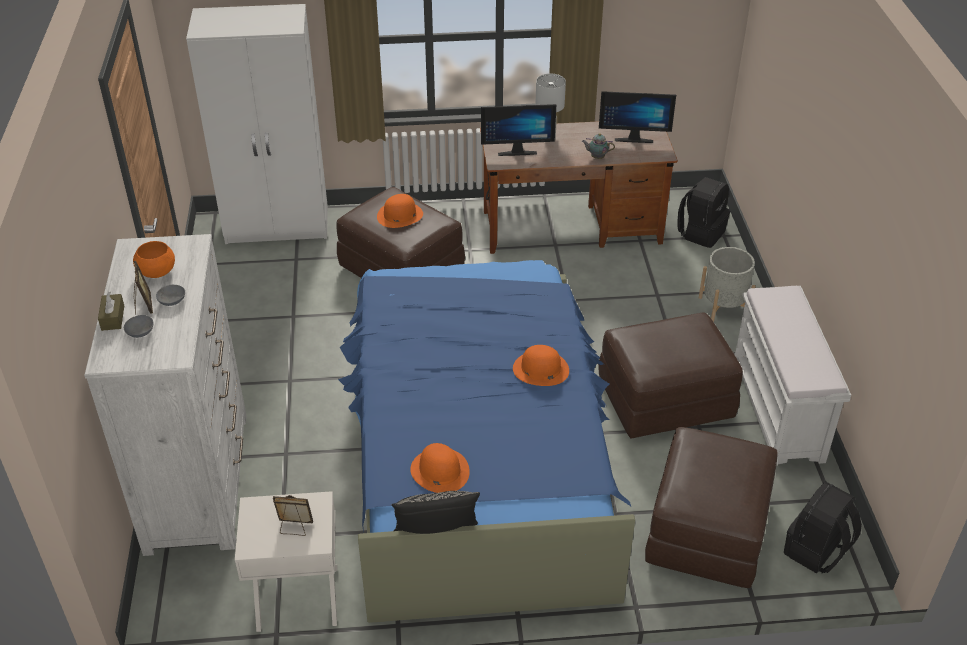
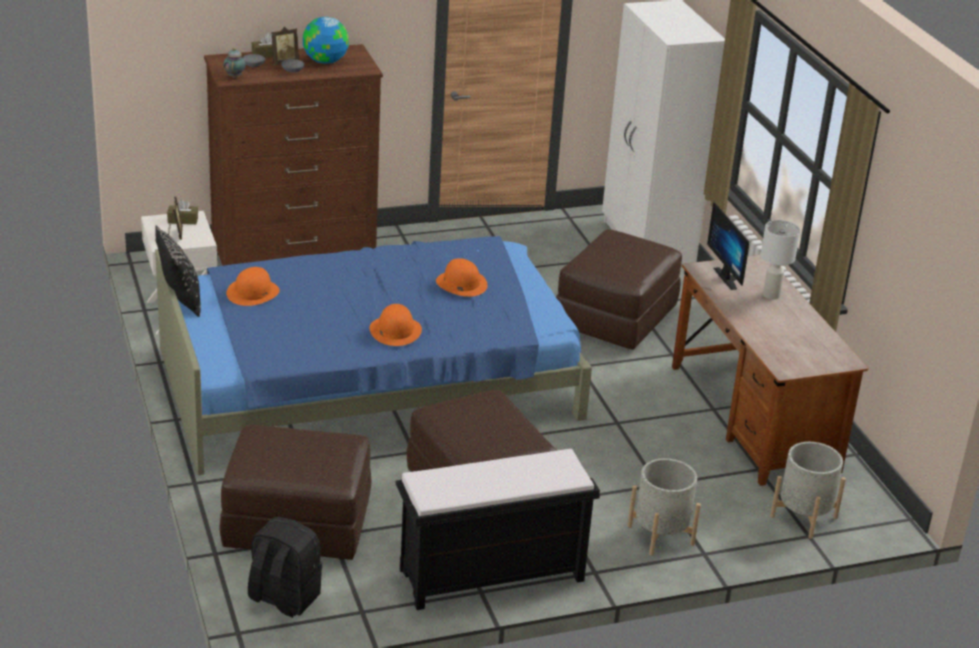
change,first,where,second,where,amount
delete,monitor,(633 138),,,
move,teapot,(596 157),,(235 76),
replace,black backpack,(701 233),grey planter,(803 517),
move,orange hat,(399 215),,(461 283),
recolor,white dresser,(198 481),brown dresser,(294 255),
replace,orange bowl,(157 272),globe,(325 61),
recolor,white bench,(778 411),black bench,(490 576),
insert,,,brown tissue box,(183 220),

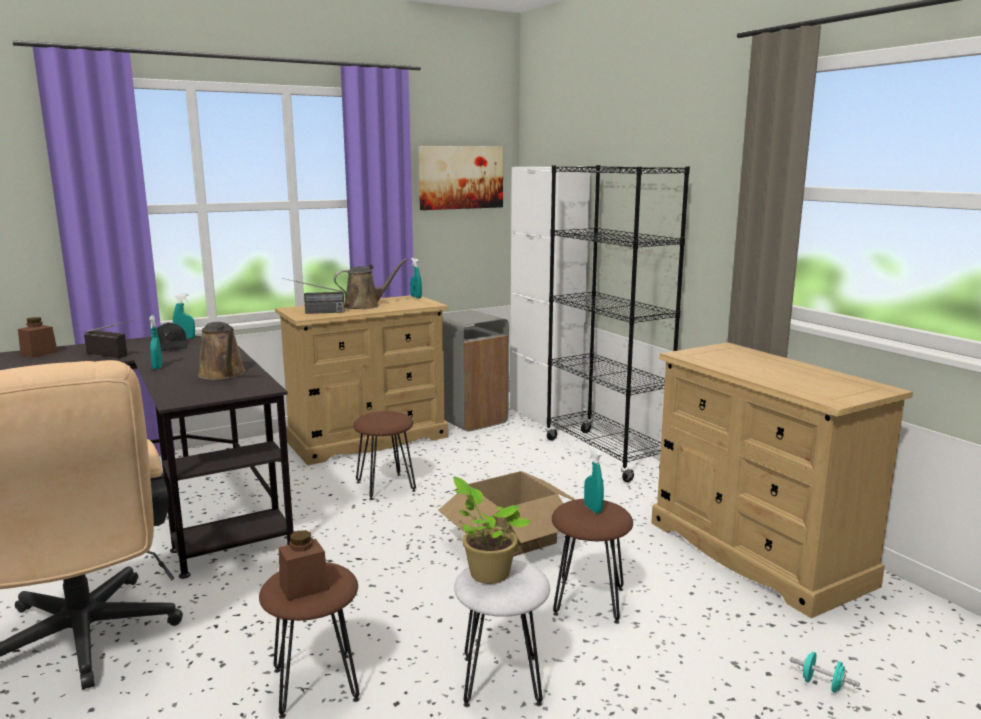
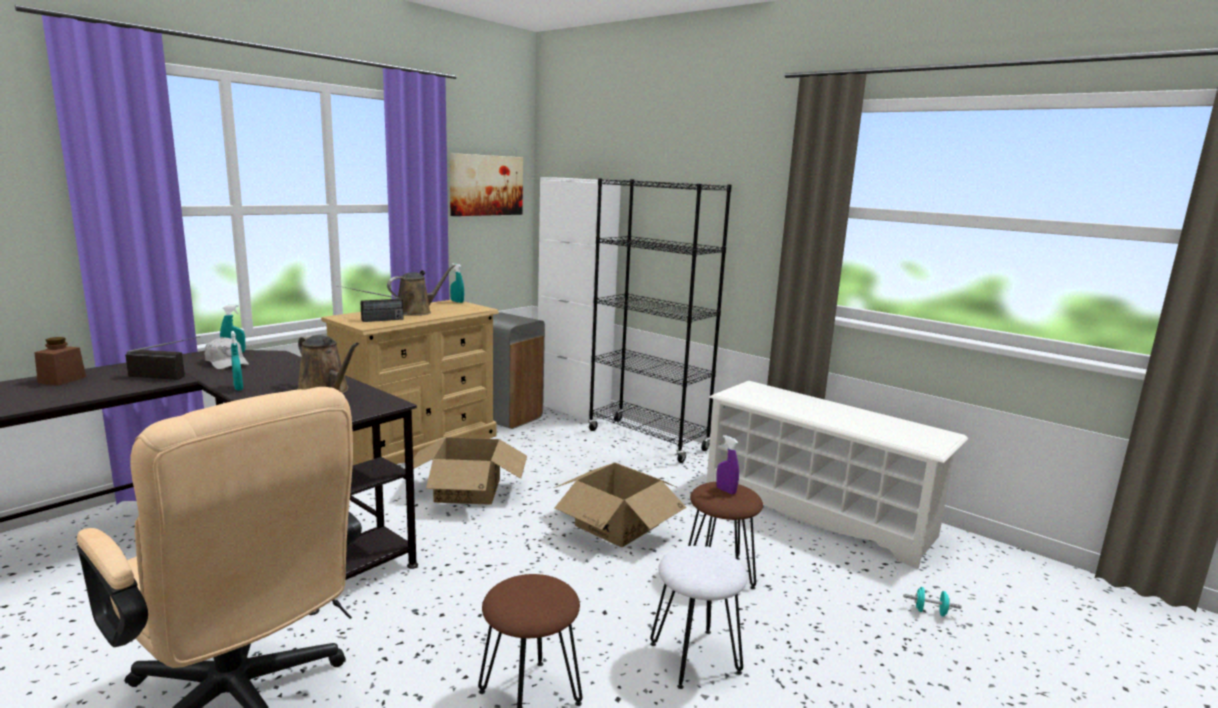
change,first,where,second,where,amount
recolor,black cap,(171 346),white cap,(227 363),
replace,beige dresser,(757 553),white shoe rack,(818 512),
replace,brown stool,(385 486),cardboard box,(467 490),
recolor,turquoise spray bottle,(593 509),purple spray bottle,(726 491),
delete,potted plant,(487 573),,,
delete,brown jar,(304 587),,,

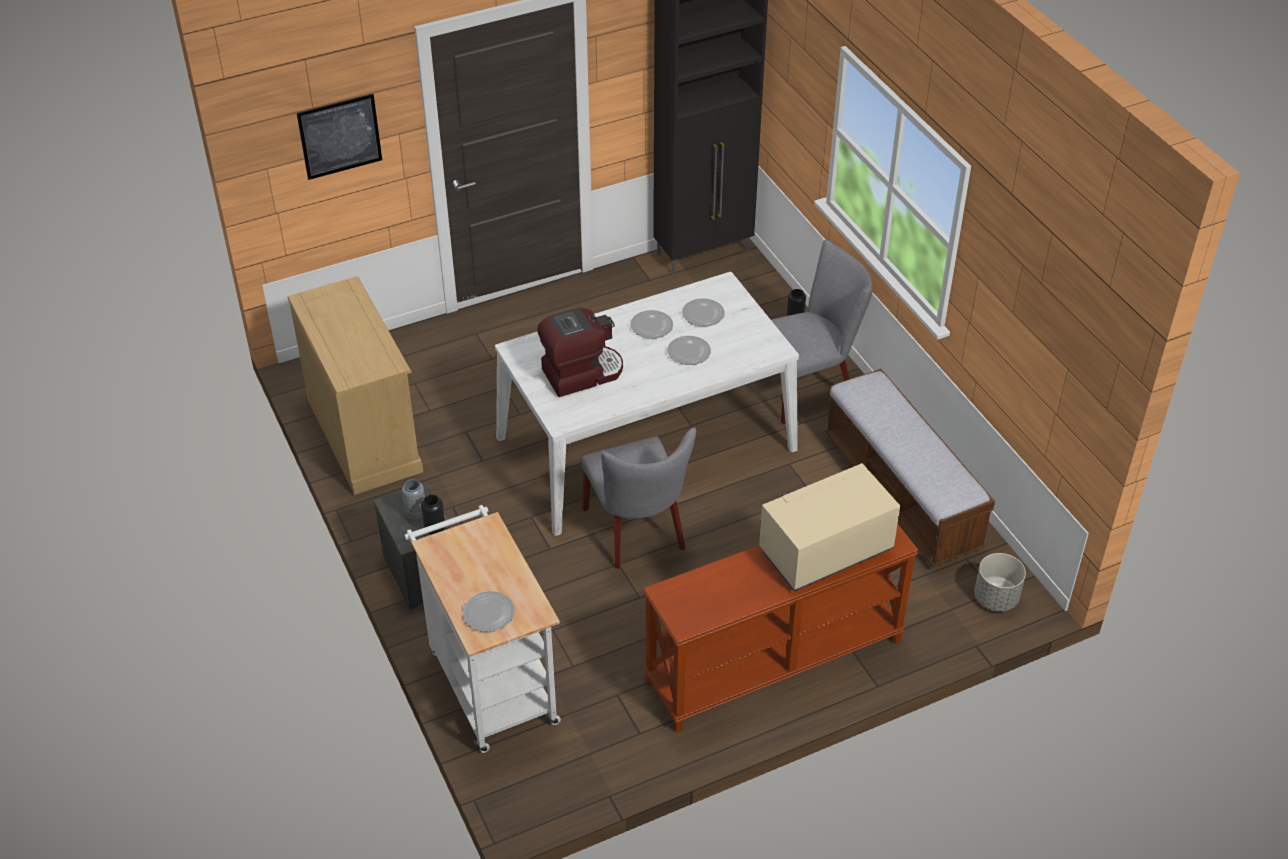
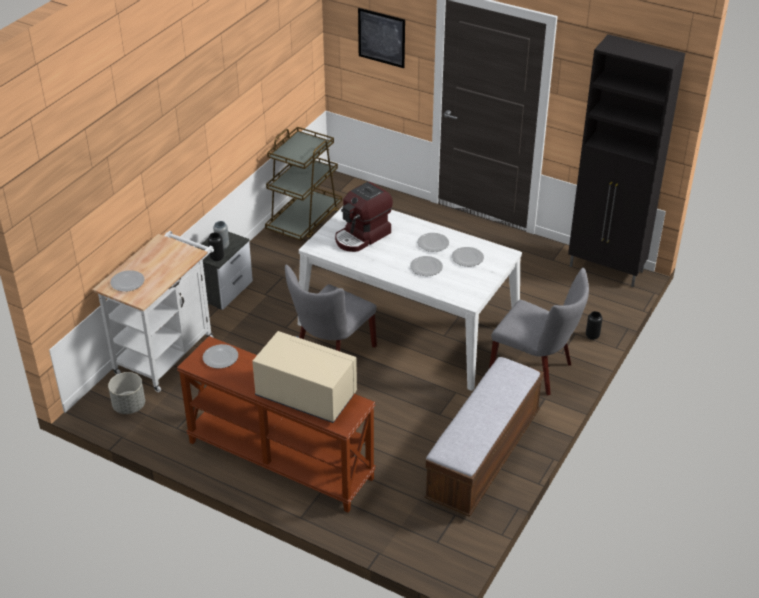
change,first,where,second,where,amount
replace,beige dresser,(364 435),brown cart,(304 221),
rotate,coffee machine,(582 373),,(362 236),105 degrees clockwise
move,grey planter,(996 598),,(129 406),
insert,,,plate,(220 358),

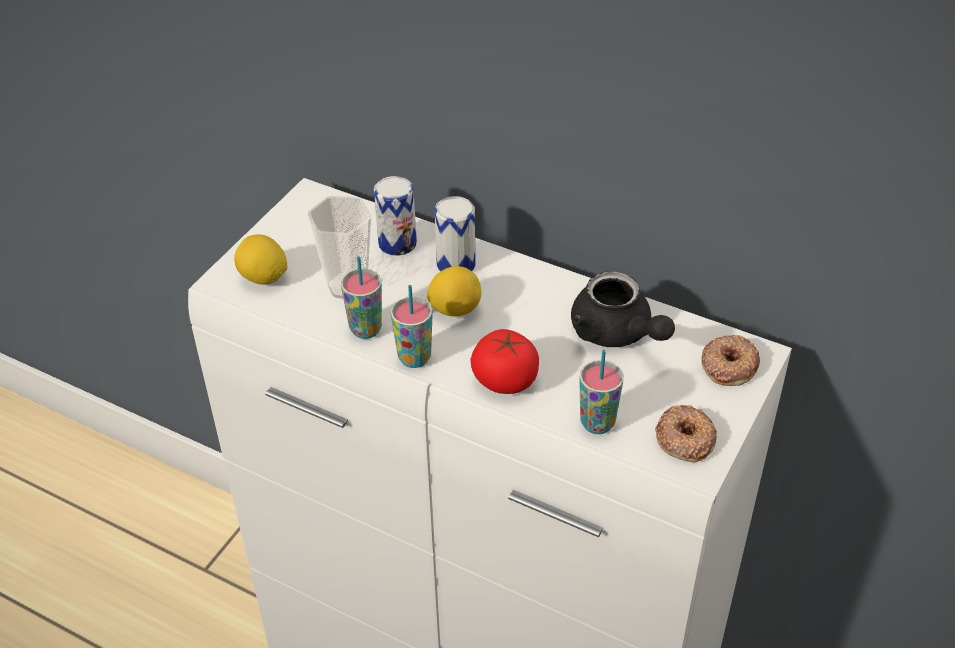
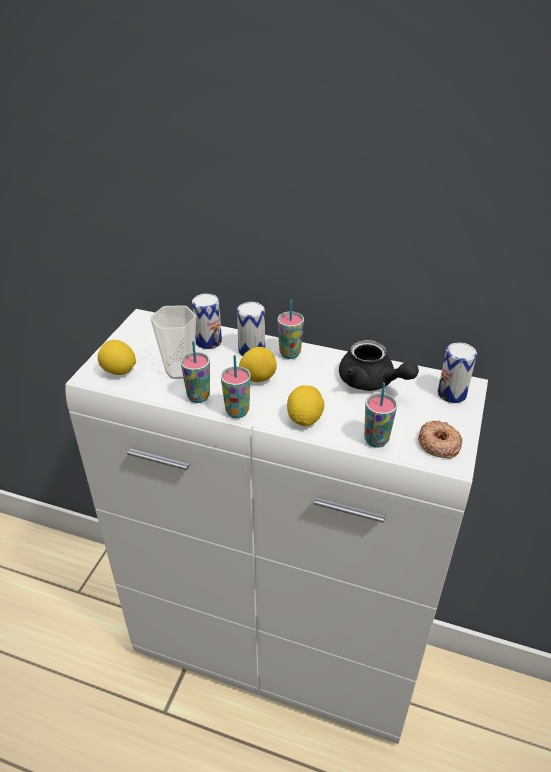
change,first,where,second,where,amount
replace,tomato,(505 380),lemon,(304 419),
replace,donut,(729 365),can,(451 394),
insert,,,cup,(290 354),

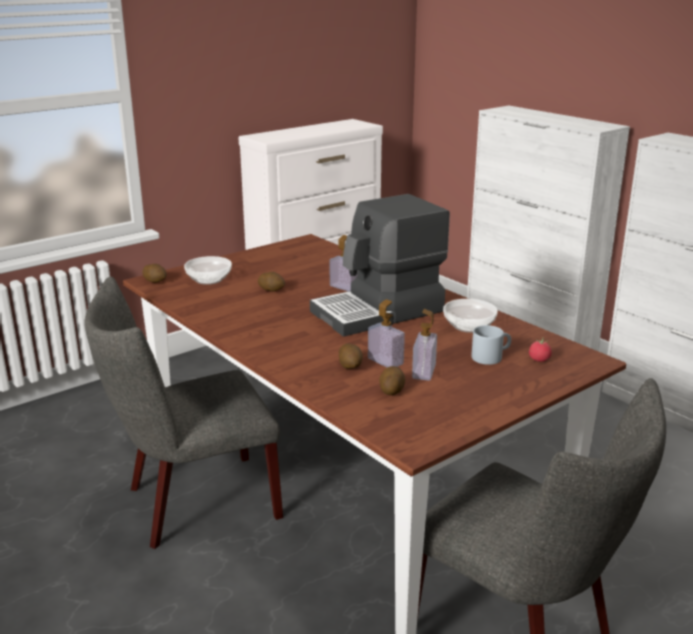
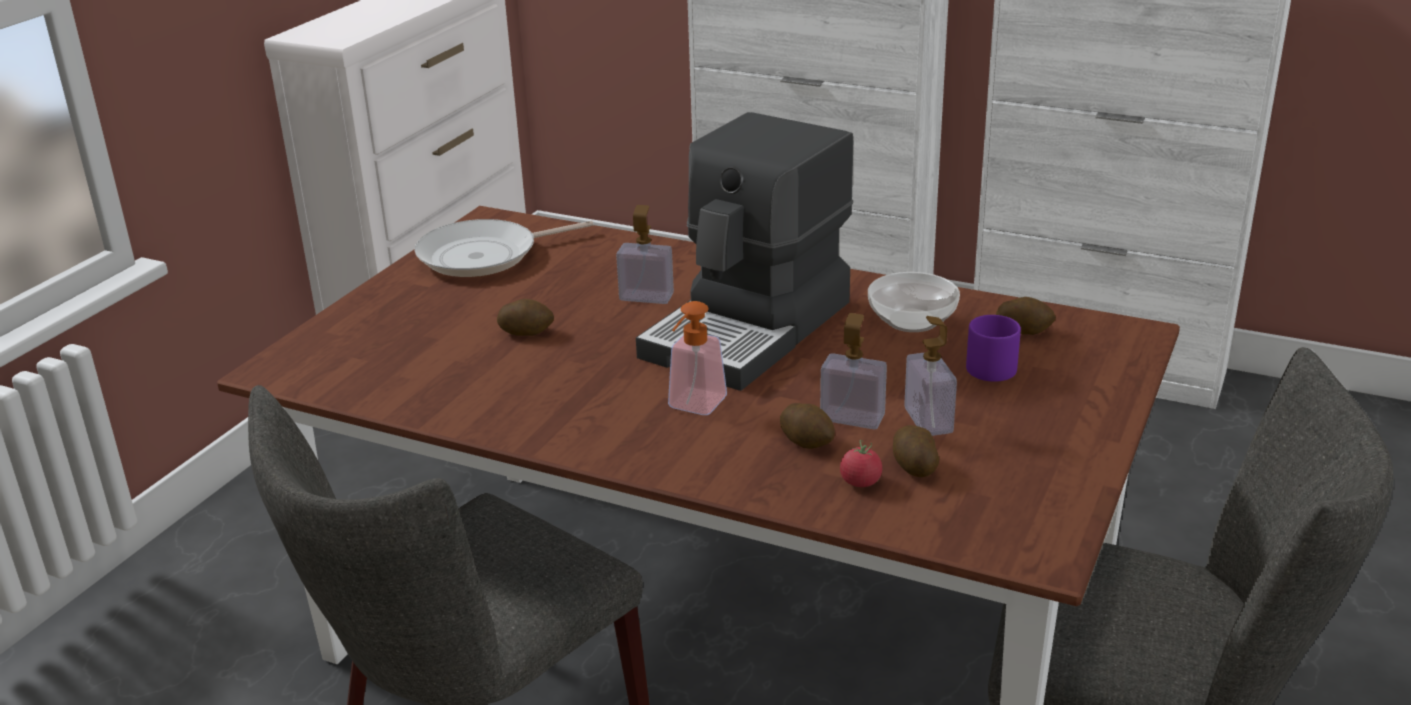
change,first,where,second,where,amount
delete,bowl,(208 279),,,
move,potato,(155 281),,(1023 331),
recolor,grey mug,(491 356),purple mug,(995 365),
move,tomato,(539 360),,(860 482),
insert,,,frying pan,(485 256),
insert,,,soap dispenser,(693 407),

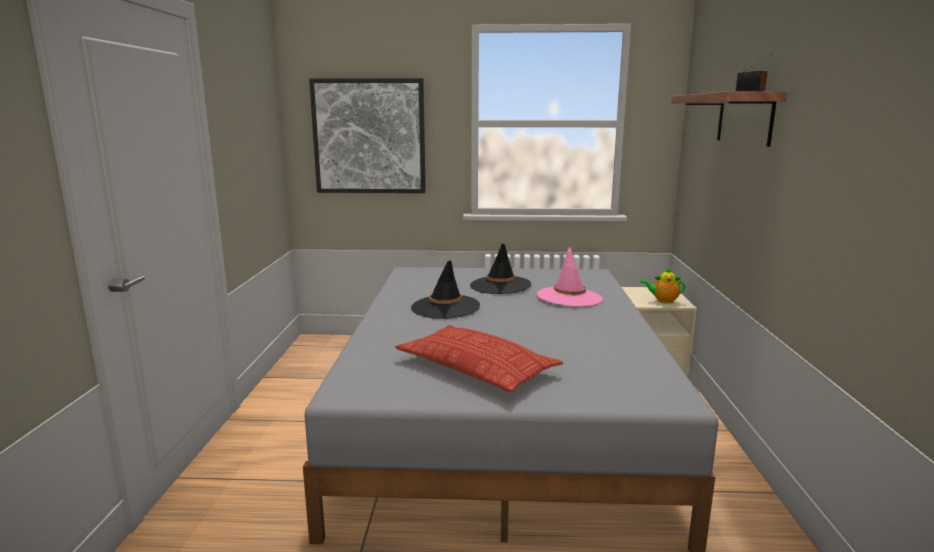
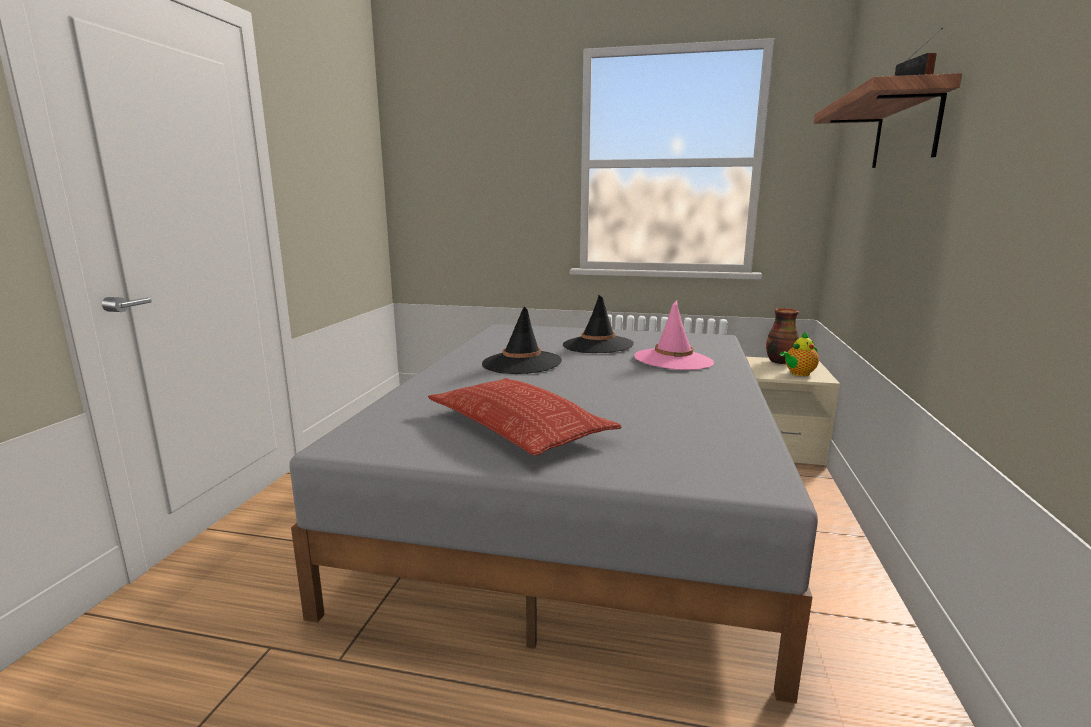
change,first,where,second,where,amount
delete,picture,(369 136),,,
rotate,teapot,(663 301),,(798 373),45 degrees counterclockwise
insert,,,vase,(779 361),

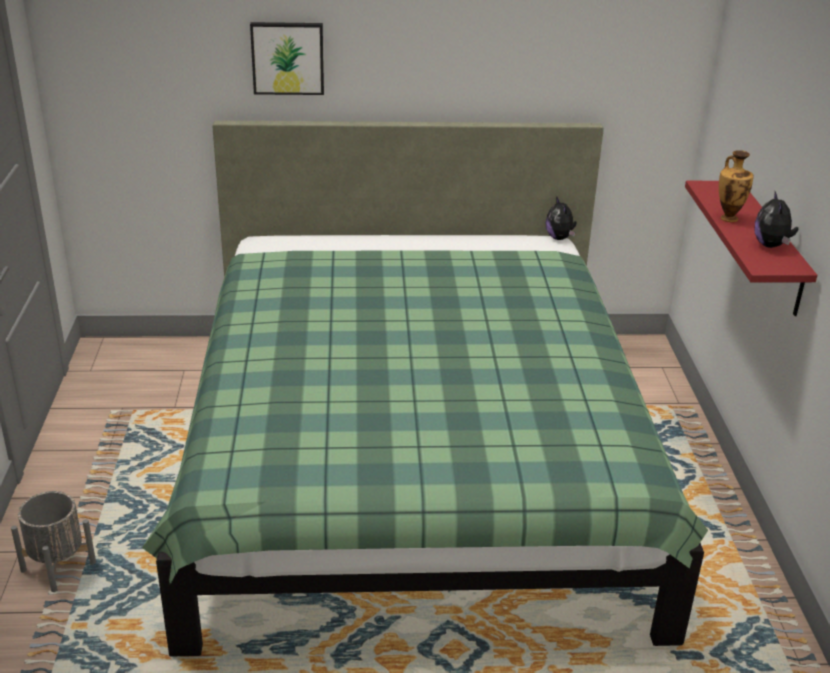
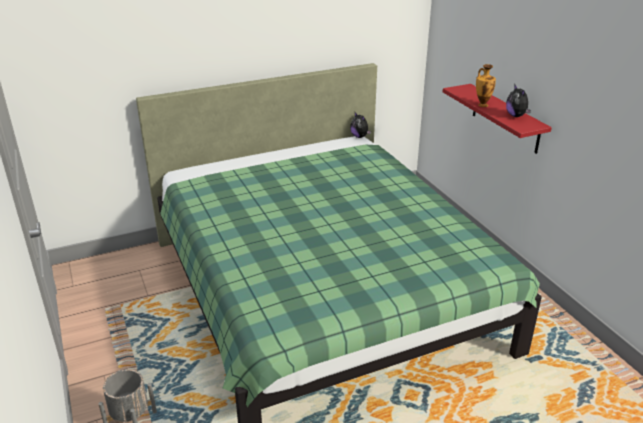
change,first,where,second,where,amount
delete,picture,(288 58),,,

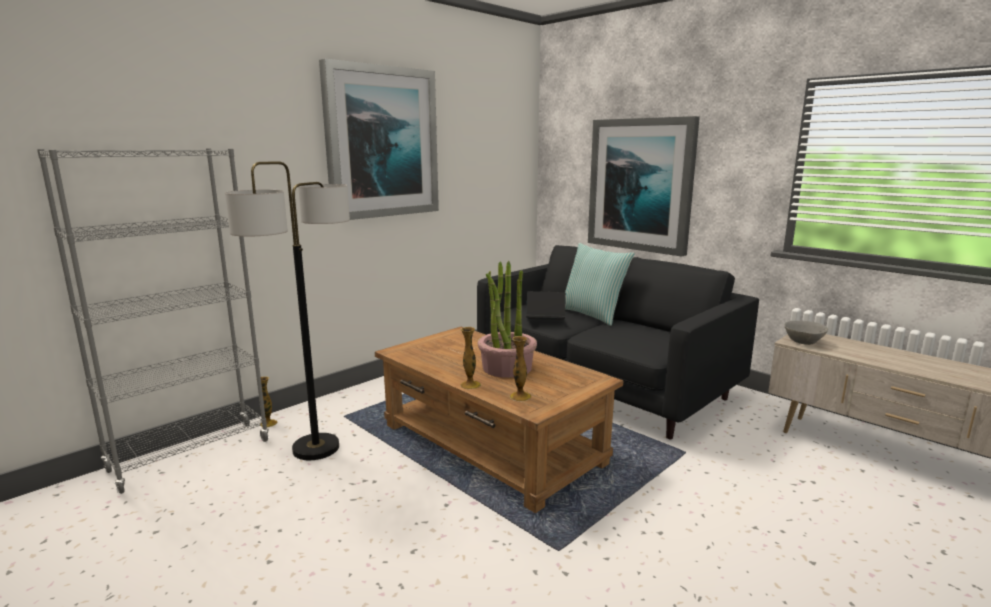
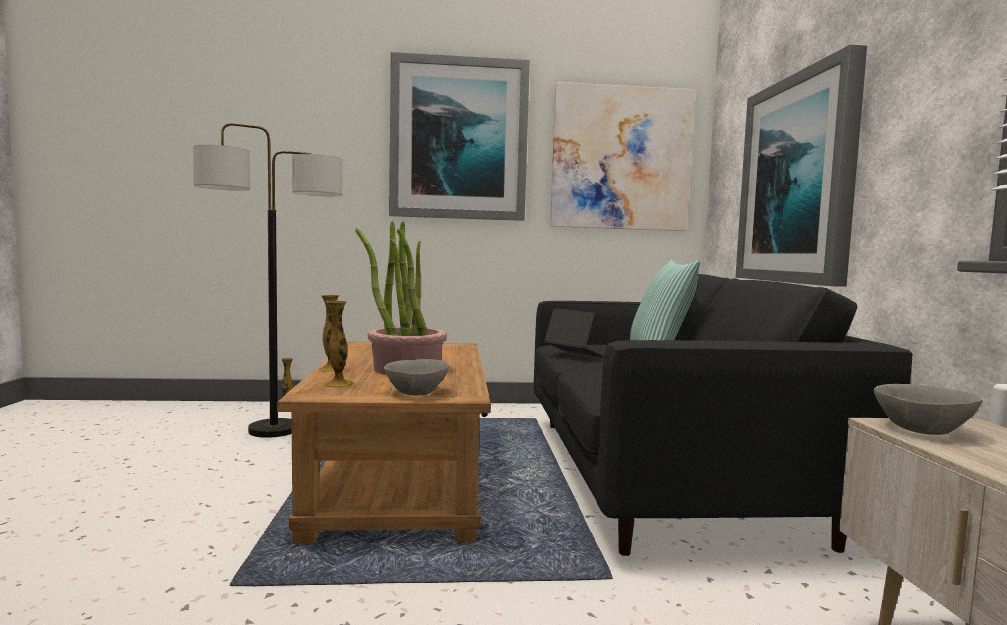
change,first,where,second,where,amount
delete,grey bookcase,(191 455),,,
insert,,,picture,(621 158),
insert,,,grey bowl,(415 392),

